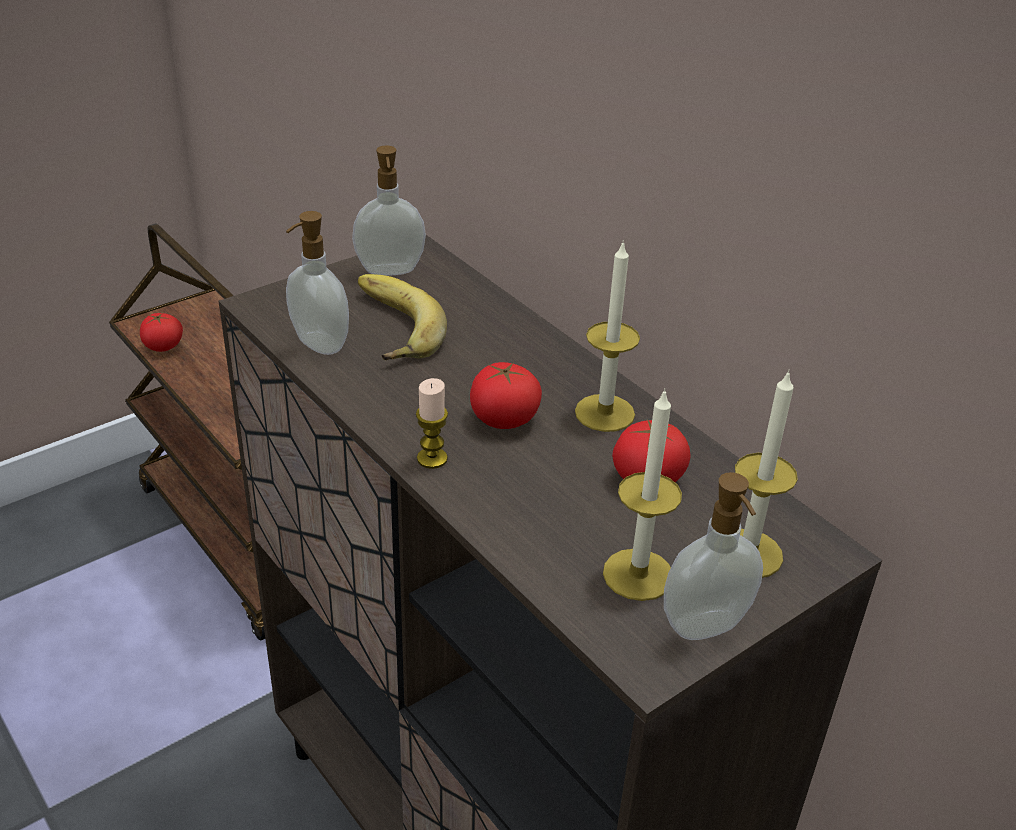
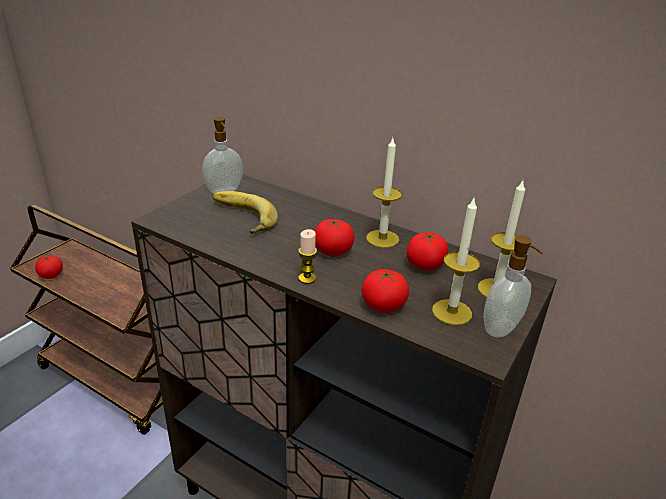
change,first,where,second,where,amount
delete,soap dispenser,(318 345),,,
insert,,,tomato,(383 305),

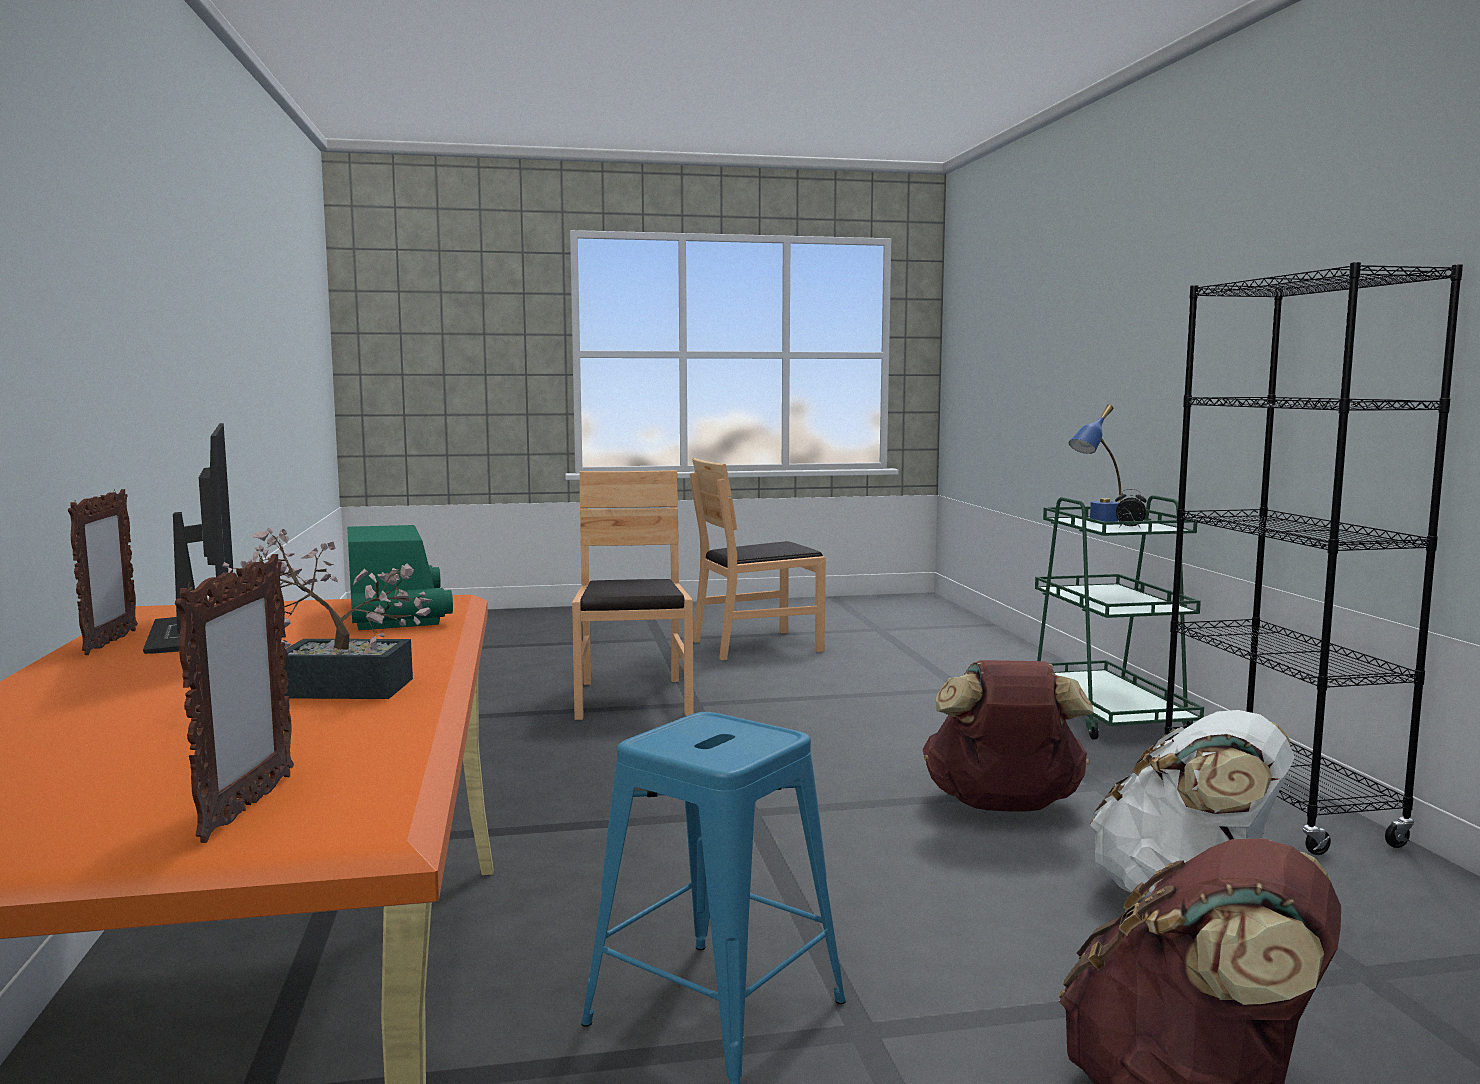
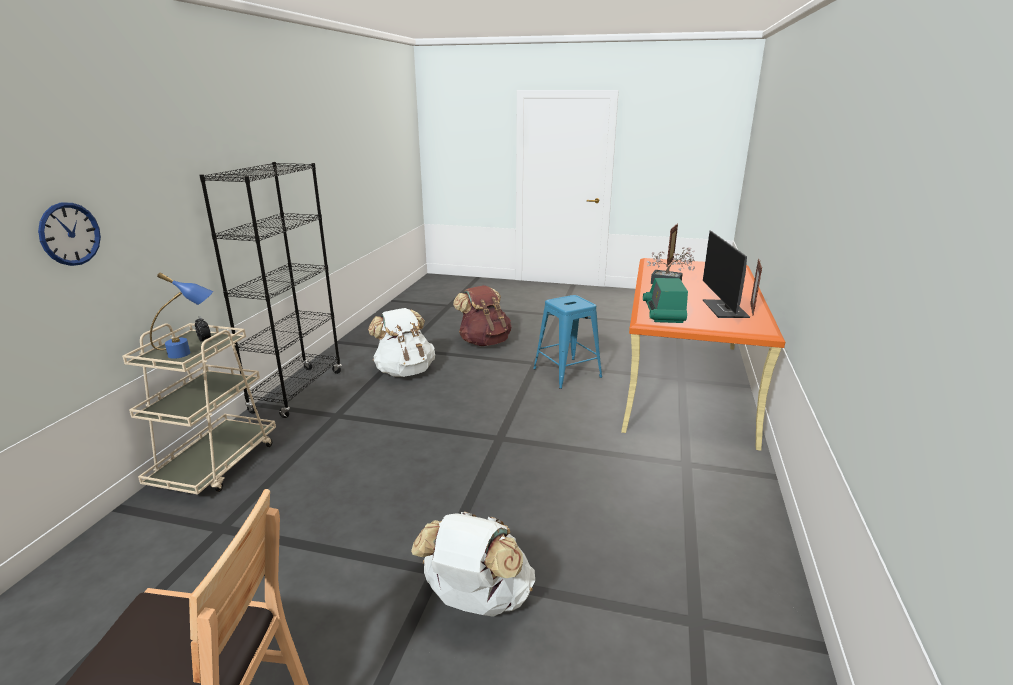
change,first,where,second,where,amount
replace,brown chair,(633 699),white backpack,(477 600),
recolor,green cart,(1107 716),beige cart,(216 464),
delete,brown backpack,(1003 807),,,
insert,,,wall clock,(70 234),

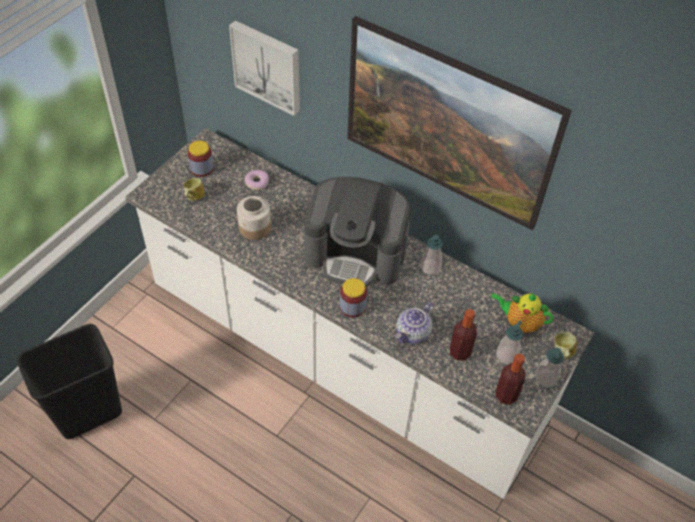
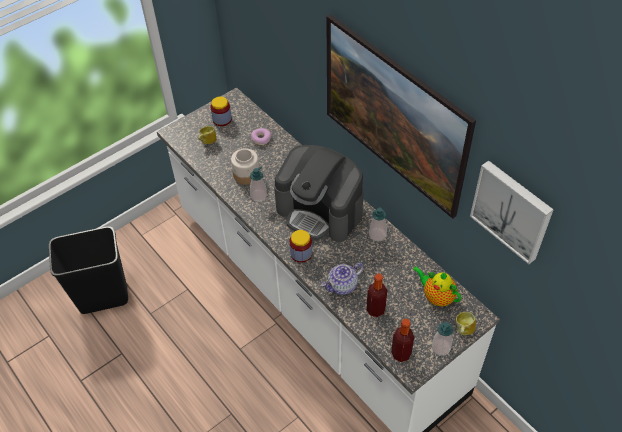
change,first,where,second,where,amount
move,picture,(268 66),,(512 210),
move,soap dispenser,(506 355),,(258 196),

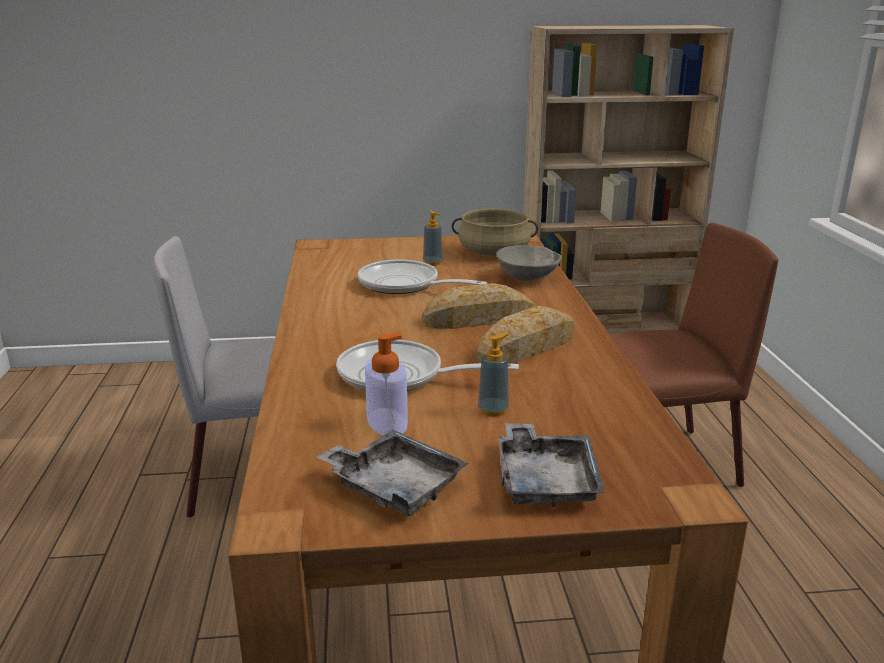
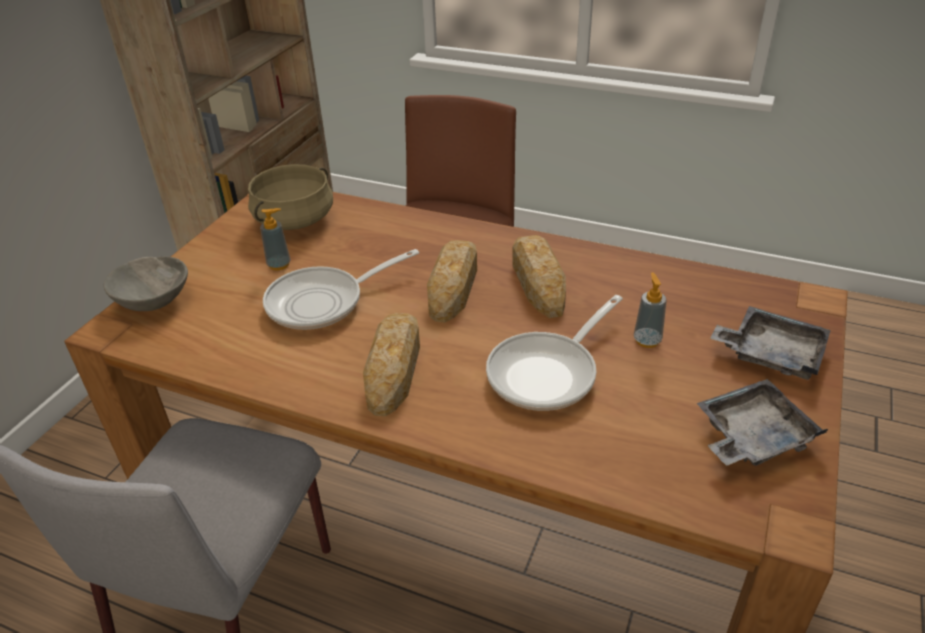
change,first,where,second,where,amount
move,grey bowl,(526 277),,(152 300),
delete,soap dispenser,(387 423),,,
insert,,,bread,(394 367),

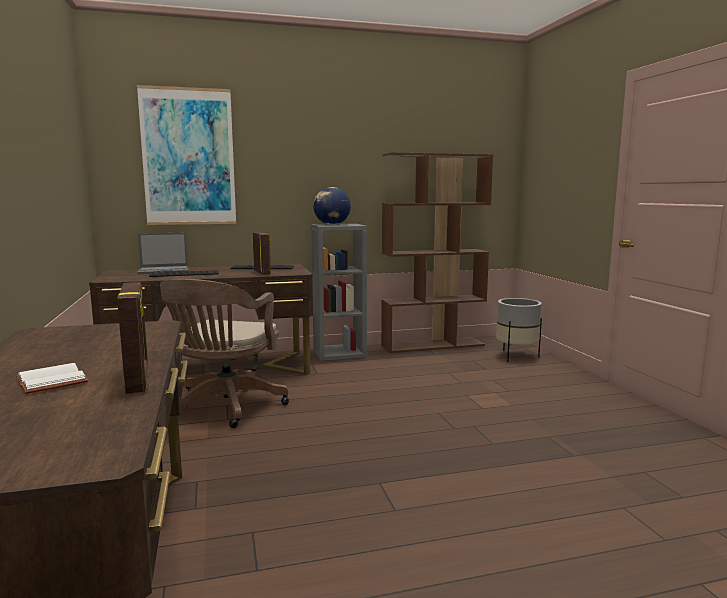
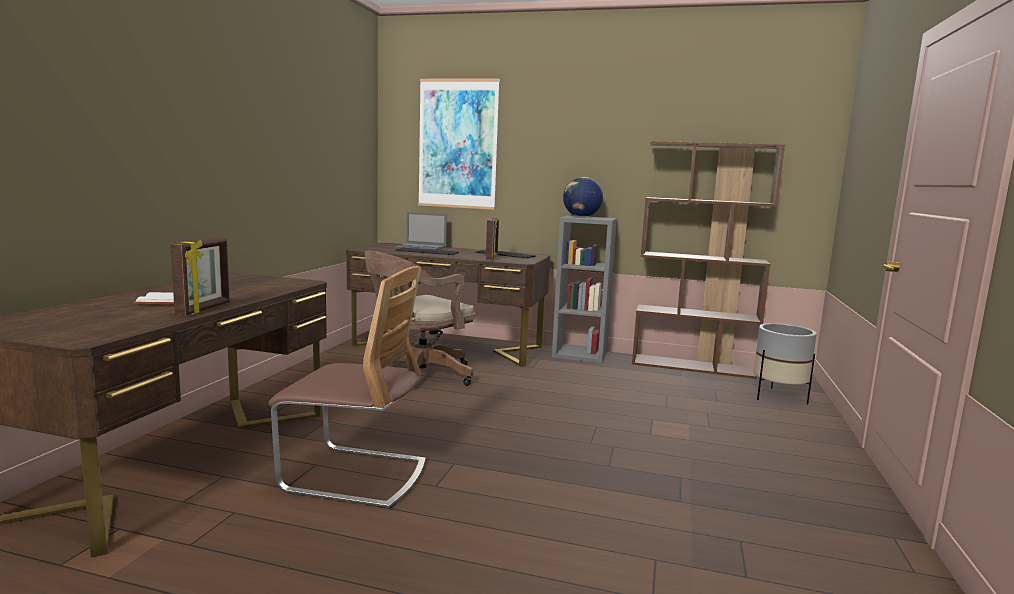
change,first,where,second,where,amount
insert,,,chair,(355 476),

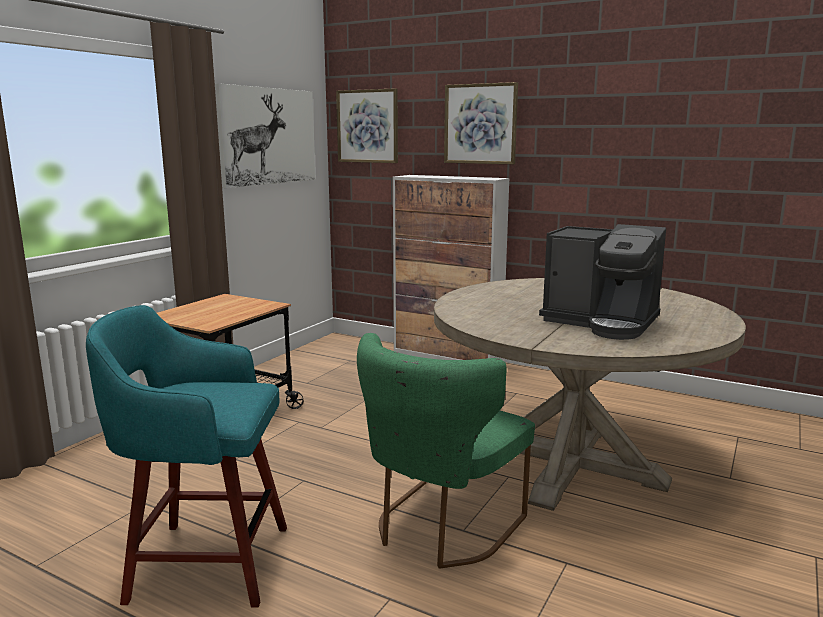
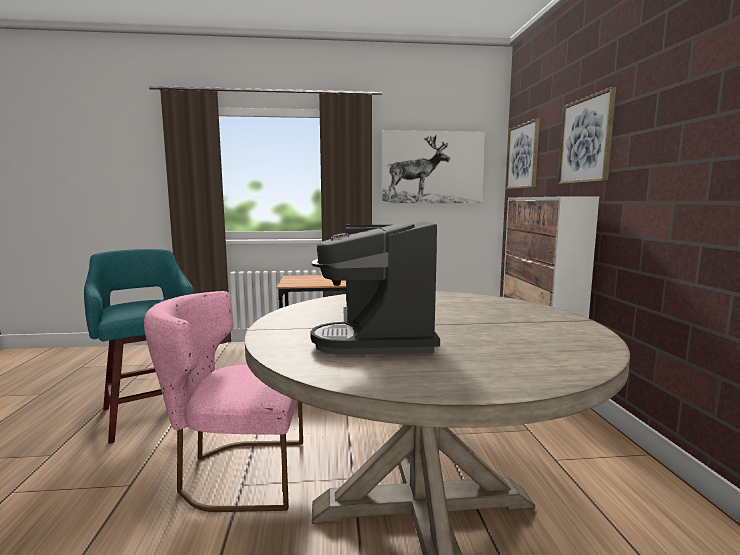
change,first,where,second,where,amount
recolor,green chair,(440 529),pink chair,(236 474),

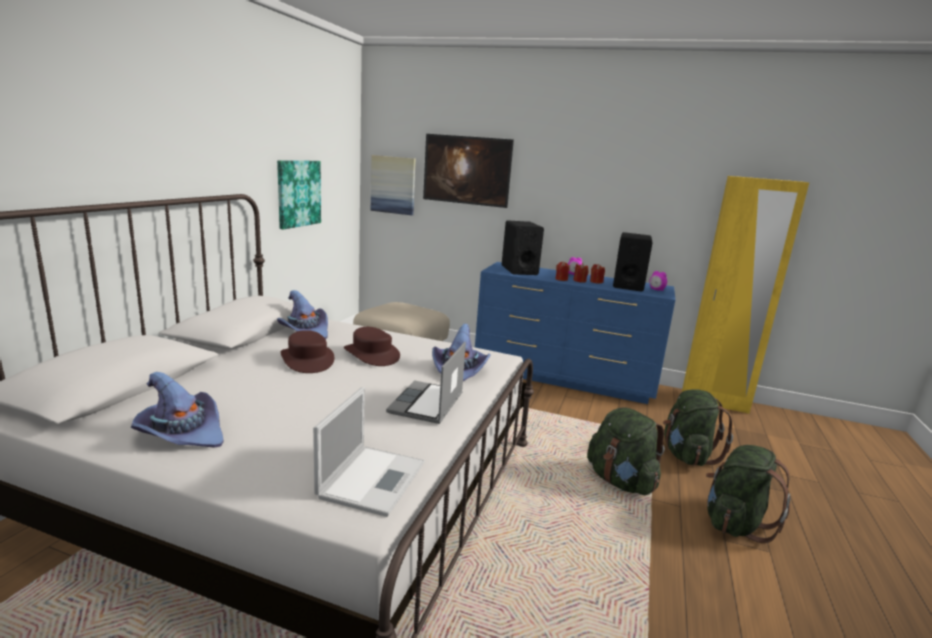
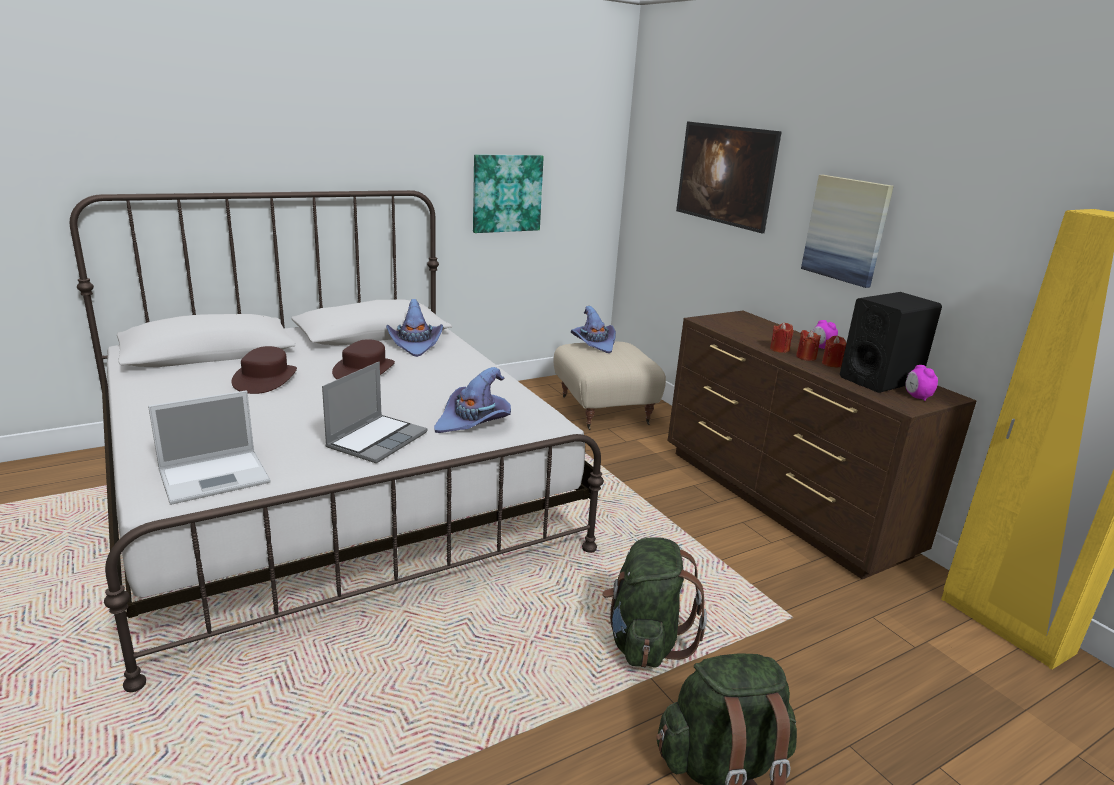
change,first,where,second,where,amount
move,picture,(393 185),,(846 229),
delete,black speaker,(519 270),,,
recolor,blue dresser,(564 378),brown dresser,(781 501),
move,brown hat,(372 354),,(265 379),
rotate,laptop,(427 404),,(377 440),150 degrees clockwise
move,purple hat,(181 433),,(594 343),
delete,green backpack,(686 455),,,

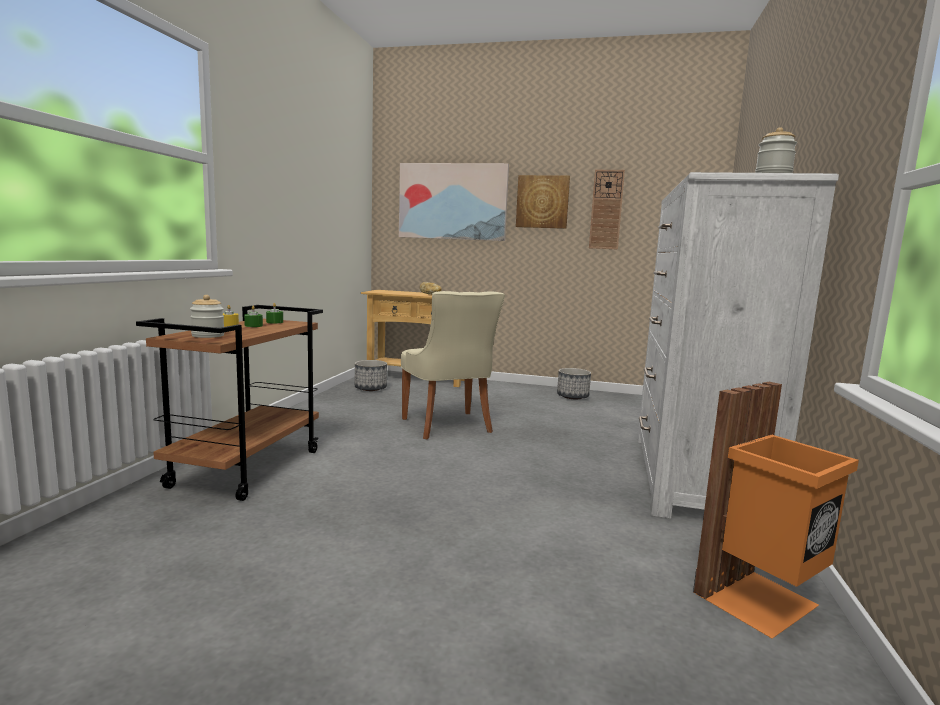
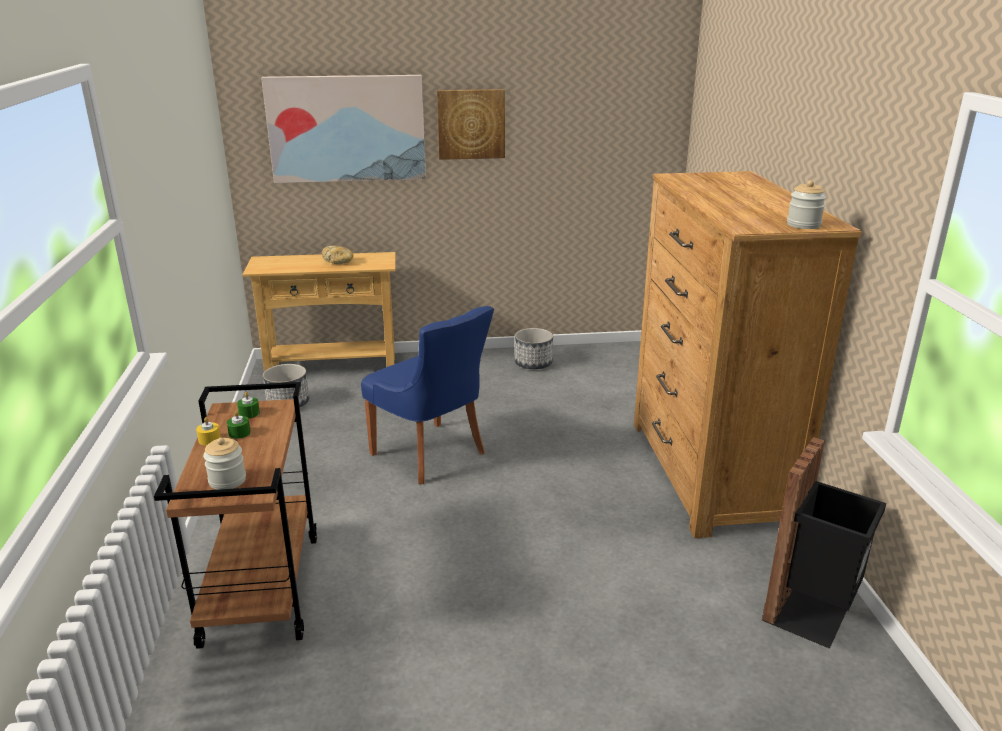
change,first,where,second,where,amount
delete,wall clock,(606 209),,,
recolor,white dresser,(694 477),brown dresser,(708 472),
recolor,beige chair,(448 426),blue chair,(431 455),
recolor,orange trash can,(761 601),black trash can,(811 613),

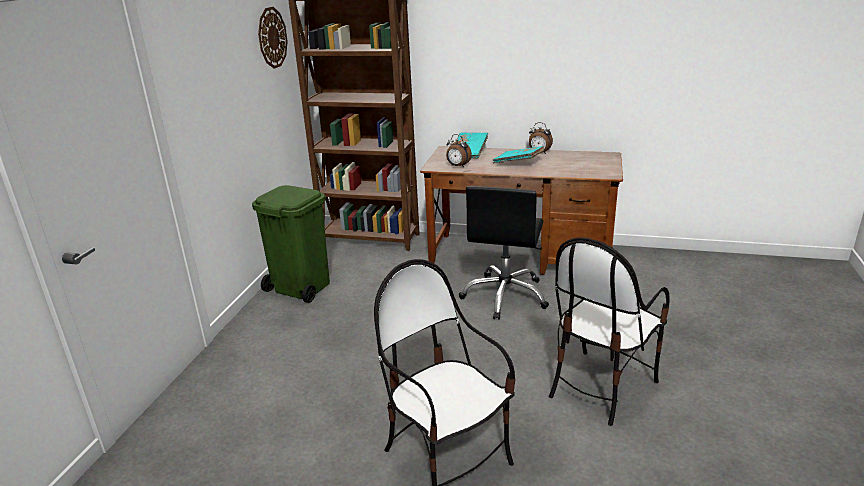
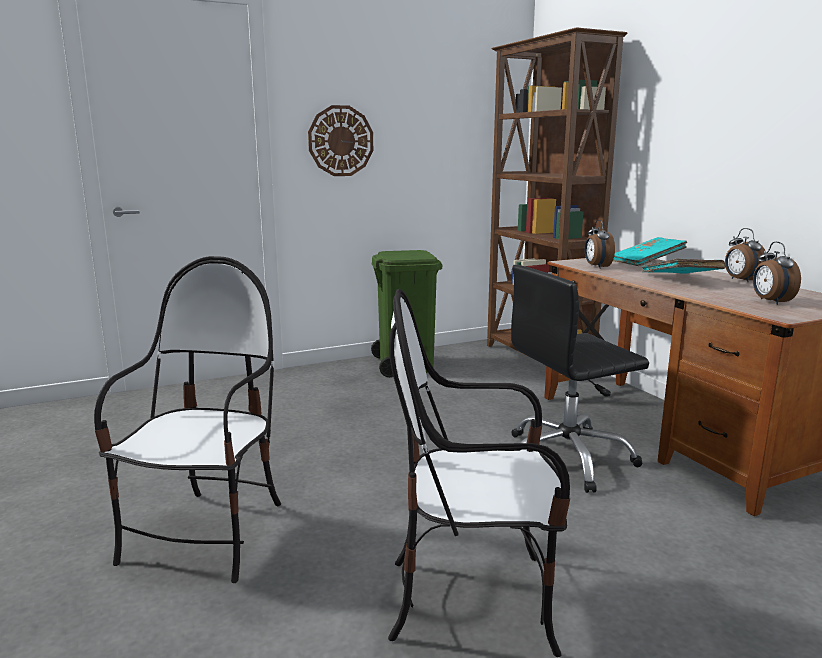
change,first,where,second,where,amount
move,wall clock,(272 37),,(340 141),
insert,,,alarm clock,(770 301),

